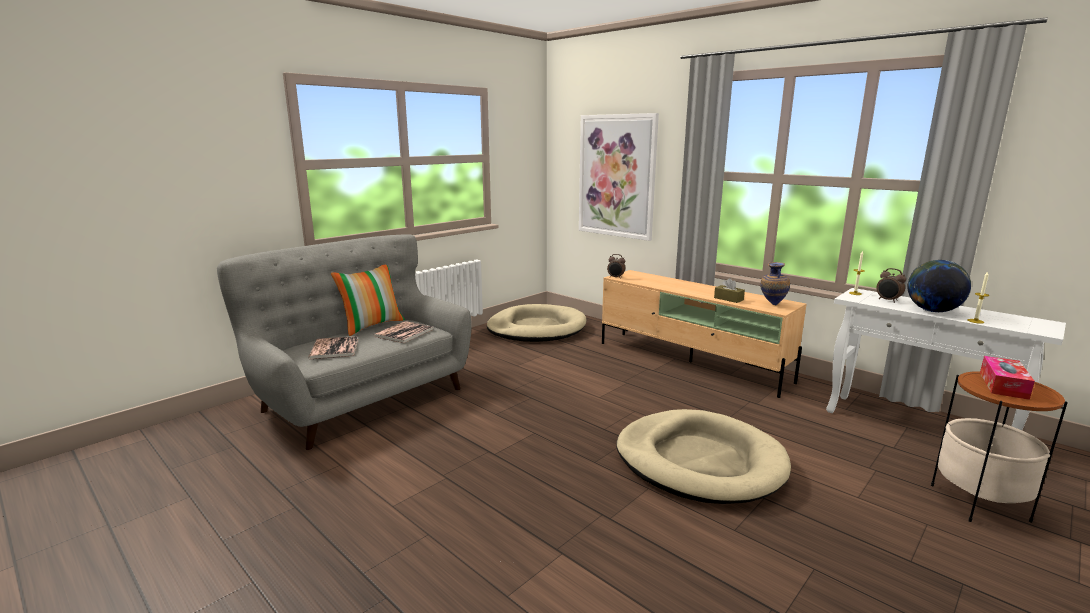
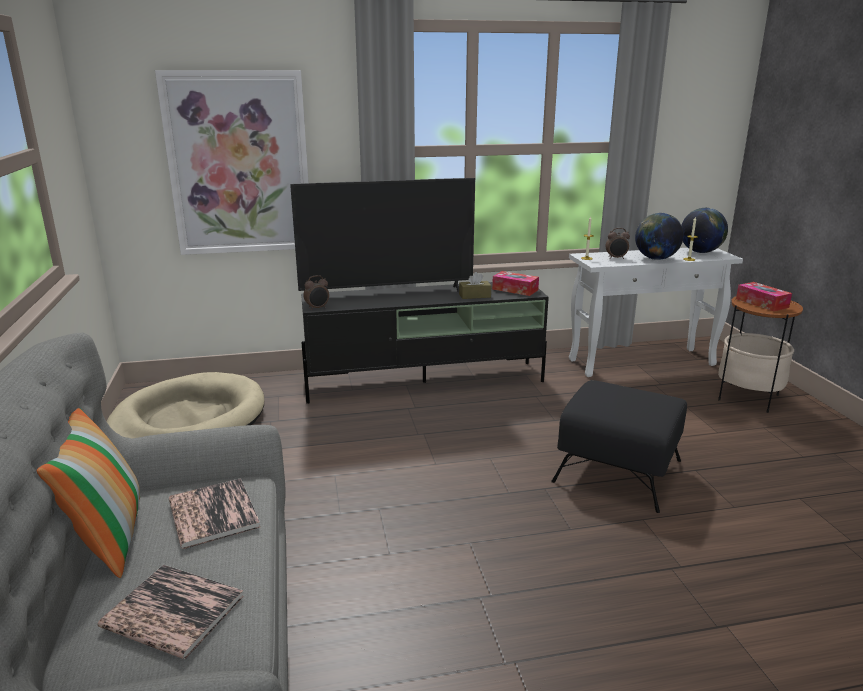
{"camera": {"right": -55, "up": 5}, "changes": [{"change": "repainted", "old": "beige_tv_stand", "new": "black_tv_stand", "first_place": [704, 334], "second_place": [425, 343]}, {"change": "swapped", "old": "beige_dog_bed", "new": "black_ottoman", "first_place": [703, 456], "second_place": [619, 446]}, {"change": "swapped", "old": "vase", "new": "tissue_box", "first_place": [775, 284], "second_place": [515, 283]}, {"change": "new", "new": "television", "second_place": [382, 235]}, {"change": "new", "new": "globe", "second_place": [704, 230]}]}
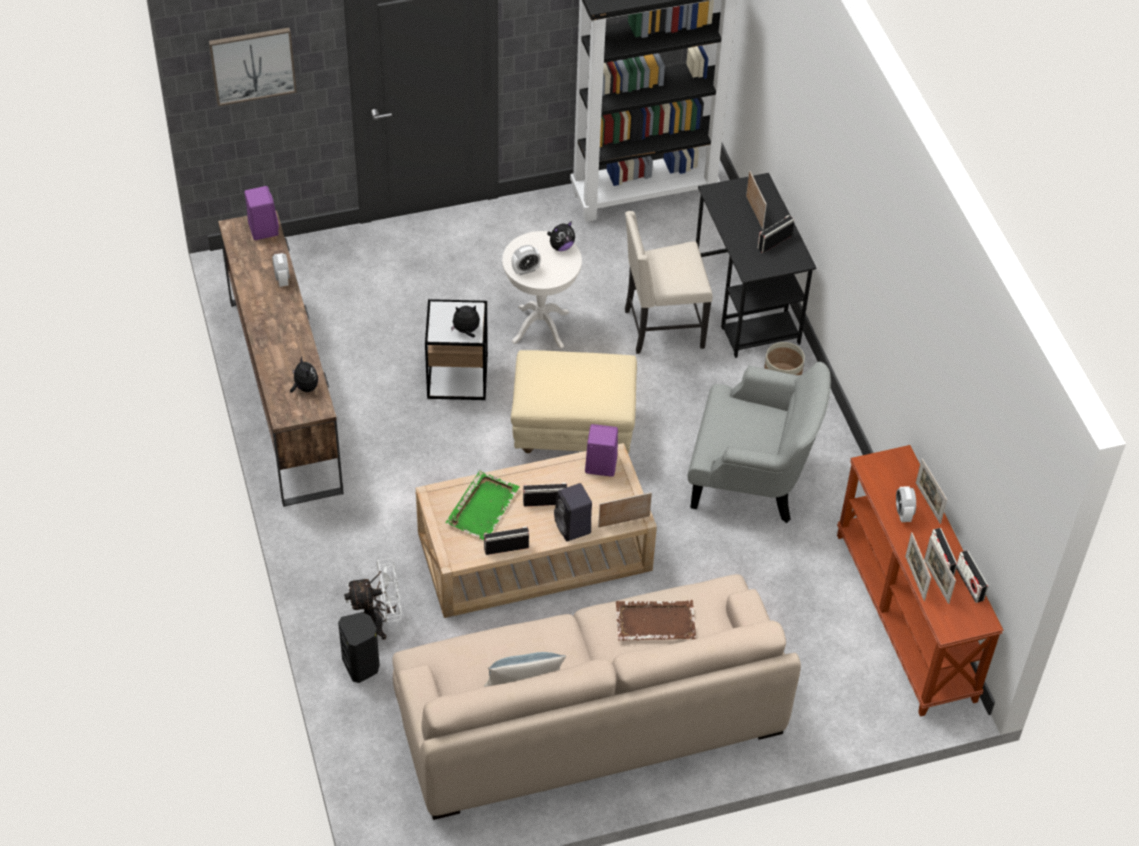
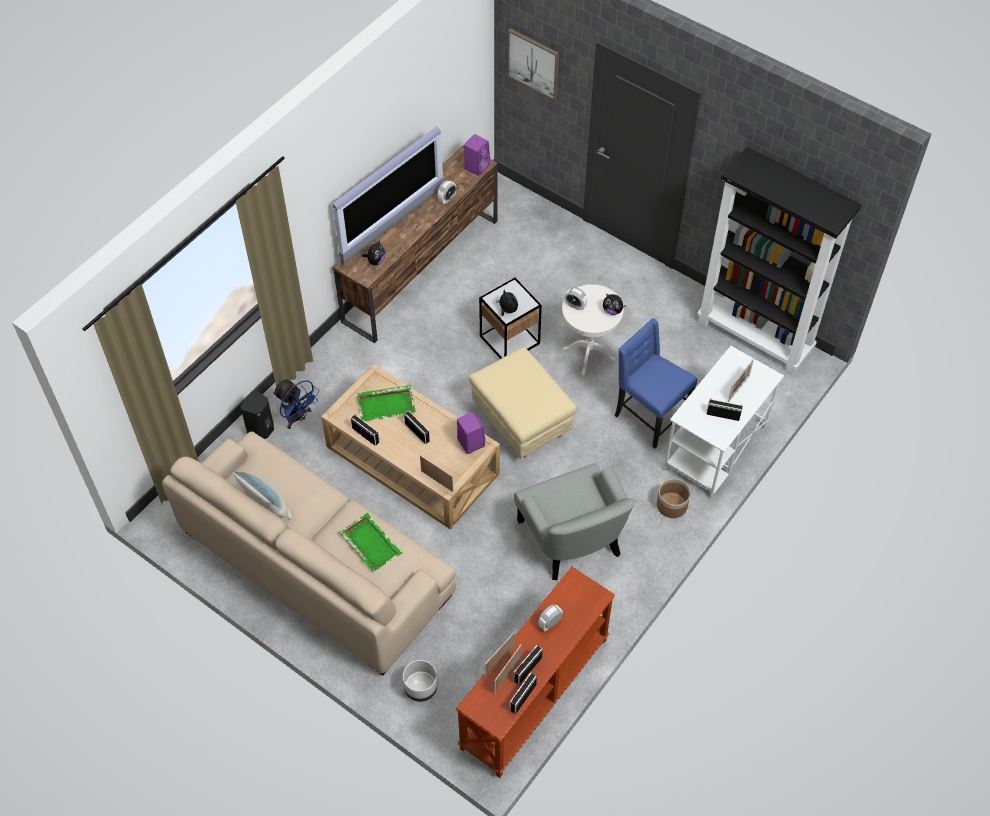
{"camera": {"right": 55, "up": 5}, "changes": [{"change": "repainted", "old": "white_fan", "new": "blue_fan", "first_place": [373, 599], "second_place": [296, 404]}, {"change": "gone", "old": "black_speaker", "first_place": [573, 512]}, {"change": "repainted", "old": "brown_tray", "new": "green_tray", "first_place": [656, 620], "second_place": [371, 542]}, {"change": "repainted", "old": "beige_chair", "new": "blue_chair", "first_place": [669, 282], "second_place": [656, 383]}, {"change": "repainted", "old": "black_desk", "new": "white_desk", "first_place": [756, 265], "second_place": [724, 422]}, {"change": "gone", "old": "picture_frame", "first_place": [931, 491]}, {"change": "new", "new": "television", "second_place": [388, 195]}, {"change": "new", "new": "grey_planter", "second_place": [420, 681]}]}
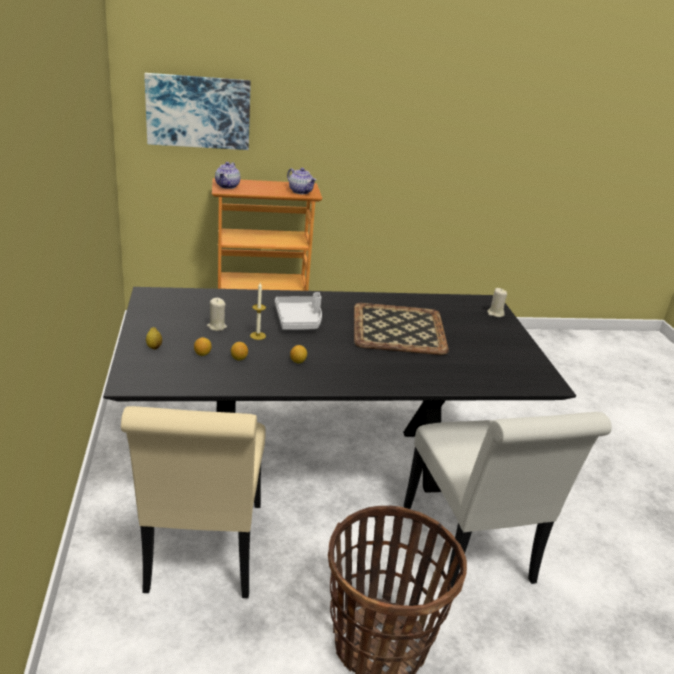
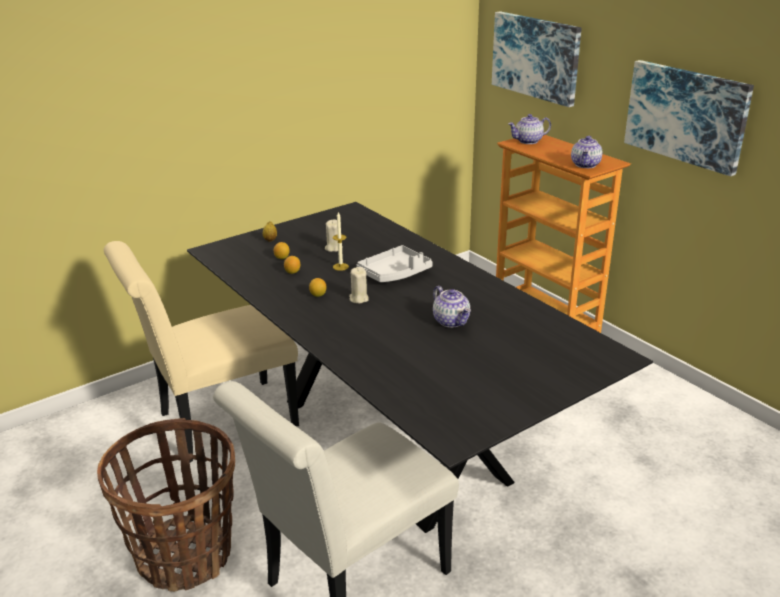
{"camera": {"right": 65, "up": 0}, "changes": [{"change": "swapped", "old": "tray", "new": "teapot", "first_place": [401, 329], "second_place": [452, 307]}, {"change": "shifted", "old": "beige_candle", "first_place": [497, 302], "second_place": [359, 285]}, {"change": "new", "new": "picture", "second_place": [689, 118]}]}
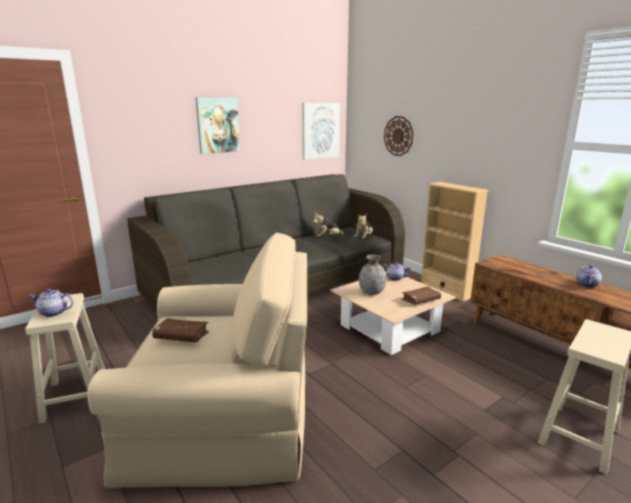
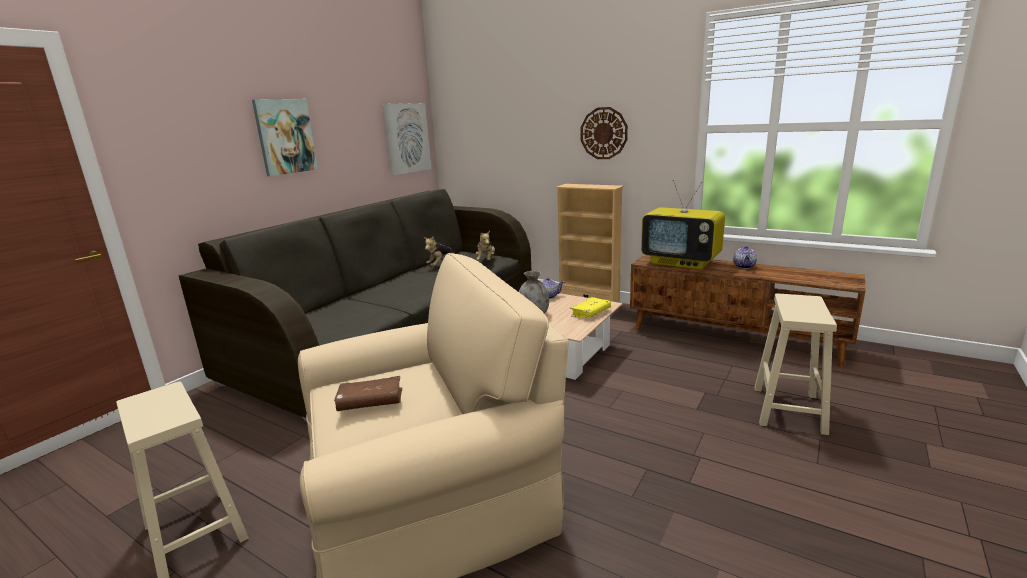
{"camera": {"right": -20, "up": 0}, "changes": [{"change": "gone", "old": "teapot", "first_place": [51, 303]}, {"change": "shifted", "old": "wall_clock", "first_place": [399, 136], "second_place": [604, 133]}, {"change": "repainted", "old": "brown_book", "new": "yellow_book", "first_place": [421, 295], "second_place": [590, 307]}, {"change": "new", "new": "television", "second_place": [683, 224]}]}
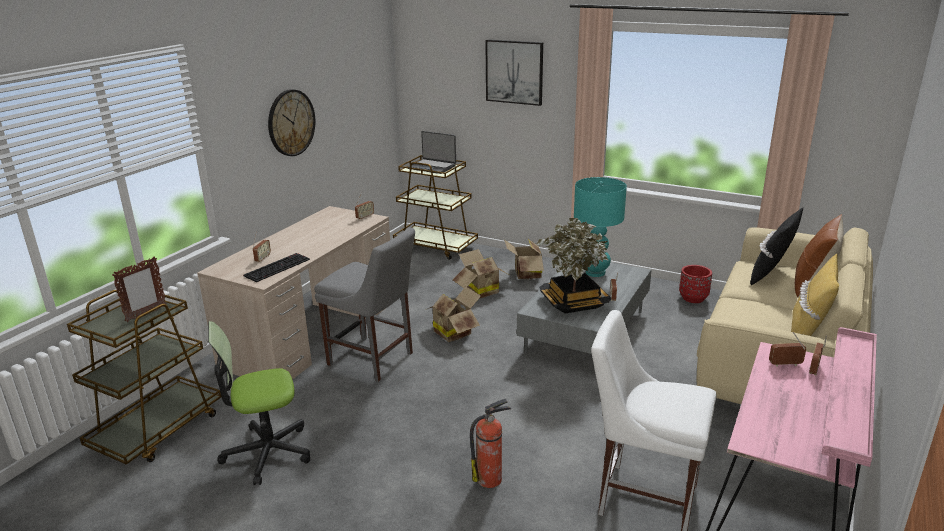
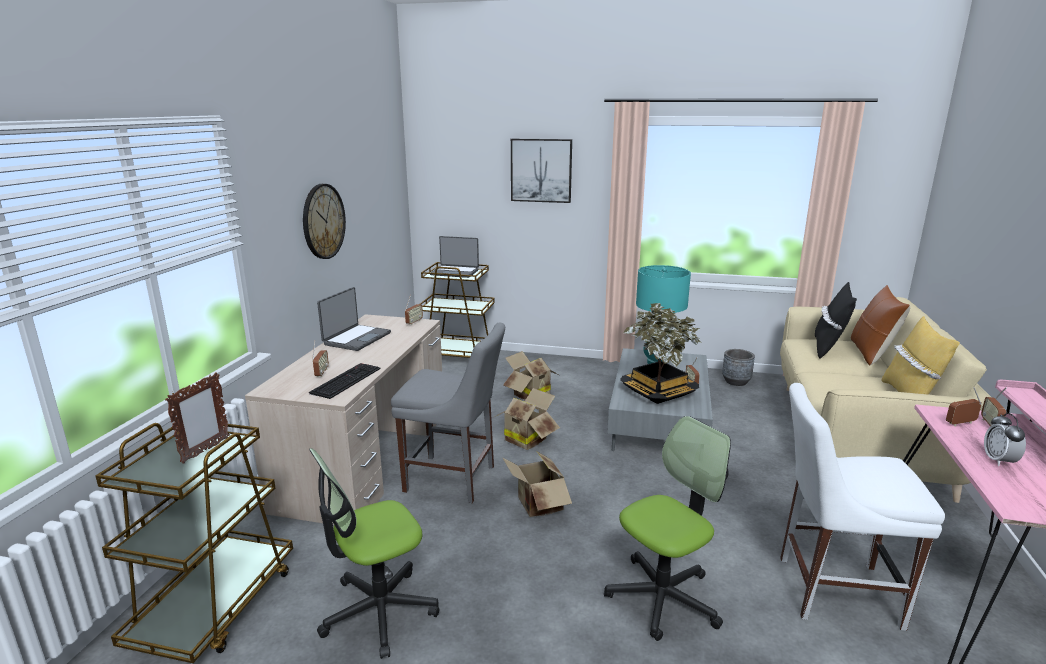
{"camera": {"right": -15, "up": -5}, "changes": [{"change": "swapped", "old": "fire_extinguisher", "new": "office_chair", "first_place": [490, 443], "second_place": [667, 528]}, {"change": "shifted", "old": "cardboard_box", "first_place": [524, 259], "second_place": [537, 484]}, {"change": "repainted", "old": "red_planter", "new": "grey_planter", "first_place": [695, 284], "second_place": [738, 367]}, {"change": "new", "new": "laptop", "second_place": [354, 319]}, {"change": "new", "new": "alarm_clock", "second_place": [1005, 439]}]}
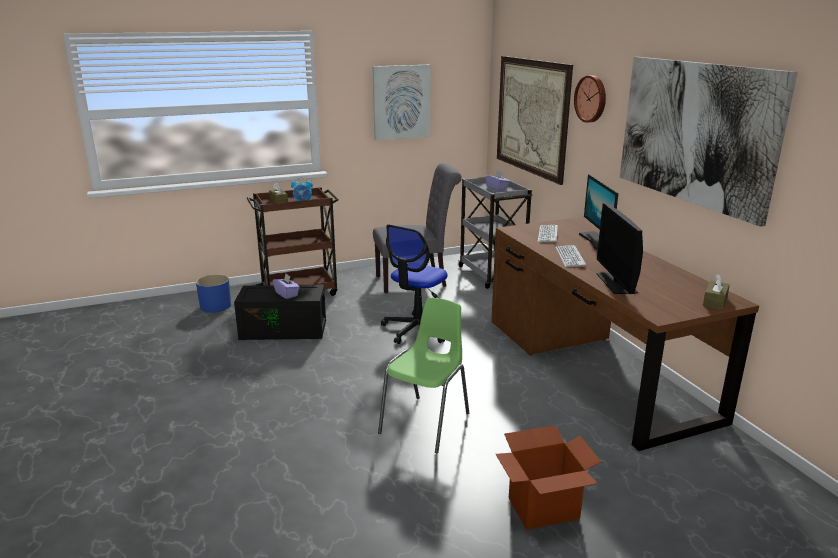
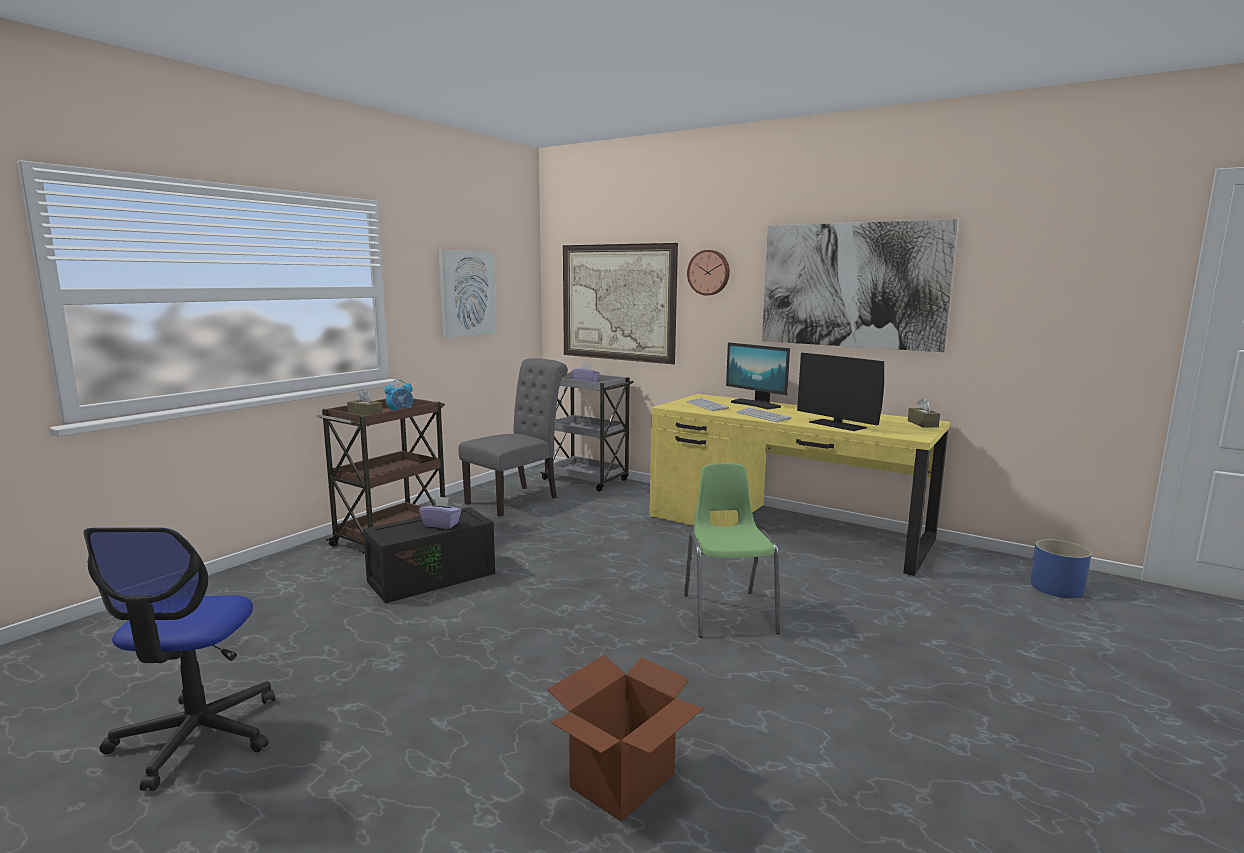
{"camera": {"right": -35, "up": -10}, "changes": [{"change": "shifted", "old": "blue_planter", "first_place": [213, 293], "second_place": [1061, 568]}, {"change": "shifted", "old": "office_chair", "first_place": [414, 284], "second_place": [179, 659]}, {"change": "repainted", "old": "brown_desk", "new": "yellow_desk", "first_place": [625, 334], "second_place": [799, 485]}, {"change": "shifted", "old": "cardboard_box", "first_place": [548, 477], "second_place": [625, 738]}]}
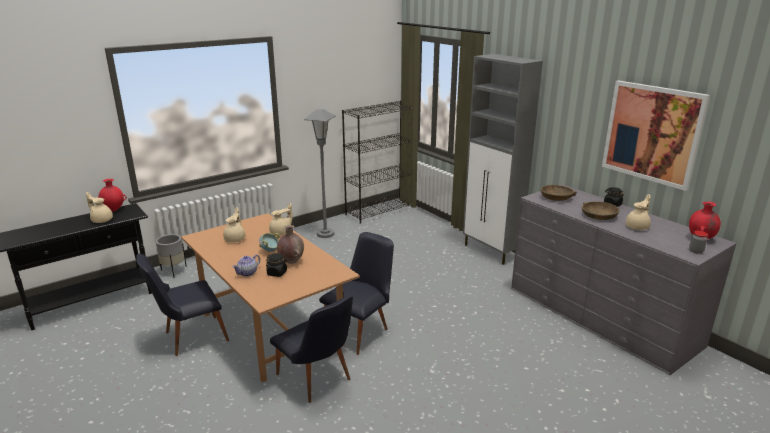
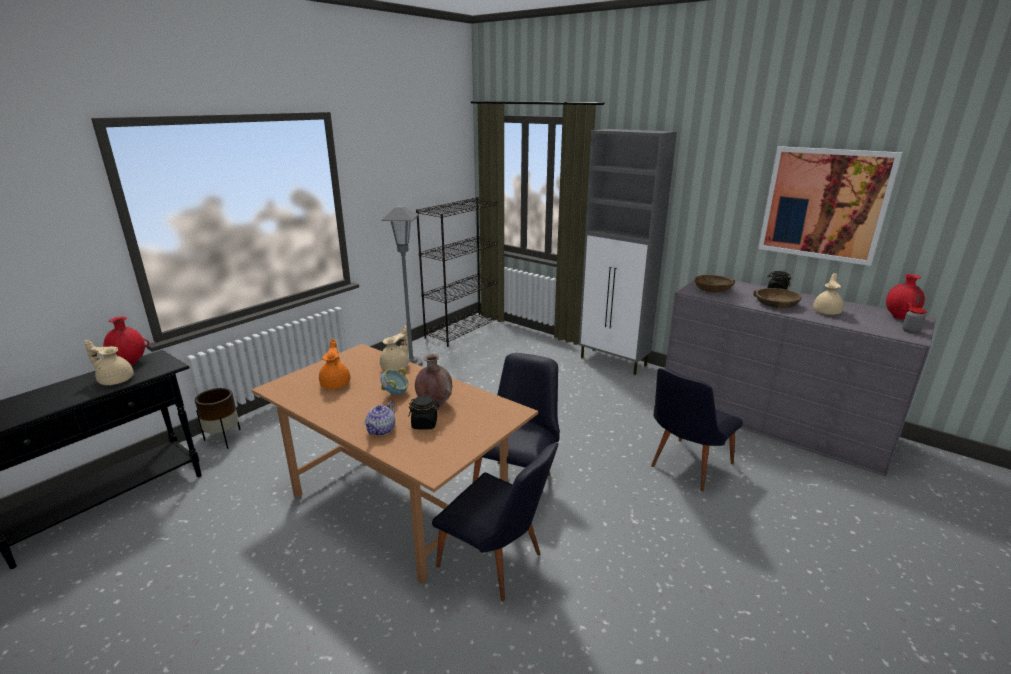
{"camera": {"right": -15, "up": 0}, "changes": [{"change": "shifted", "old": "black_chair", "first_place": [182, 304], "second_place": [697, 429]}, {"change": "repainted", "old": "grey_planter", "new": "brown_planter", "first_place": [171, 256], "second_place": [218, 418]}, {"change": "repainted", "old": "beige_teapot", "new": "orange_teapot", "first_place": [234, 225], "second_place": [334, 364]}]}
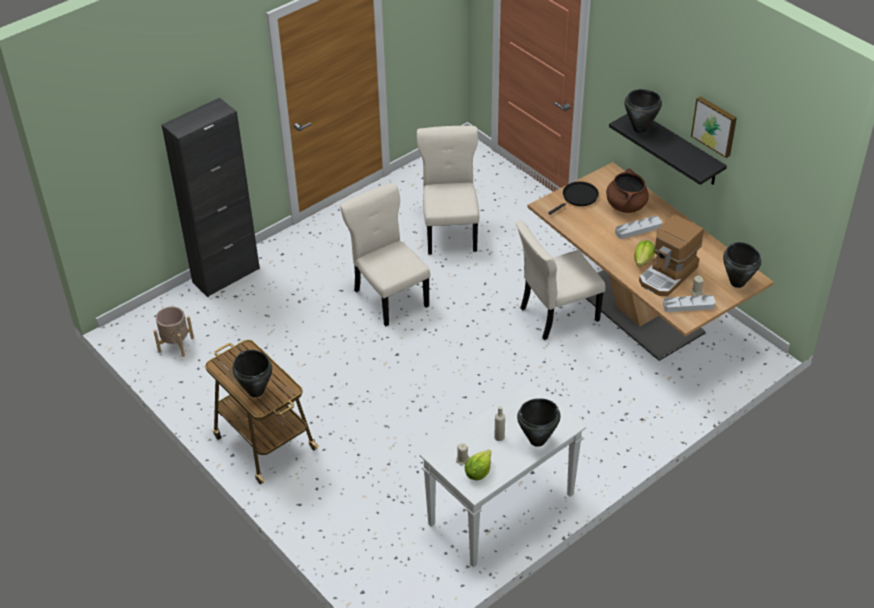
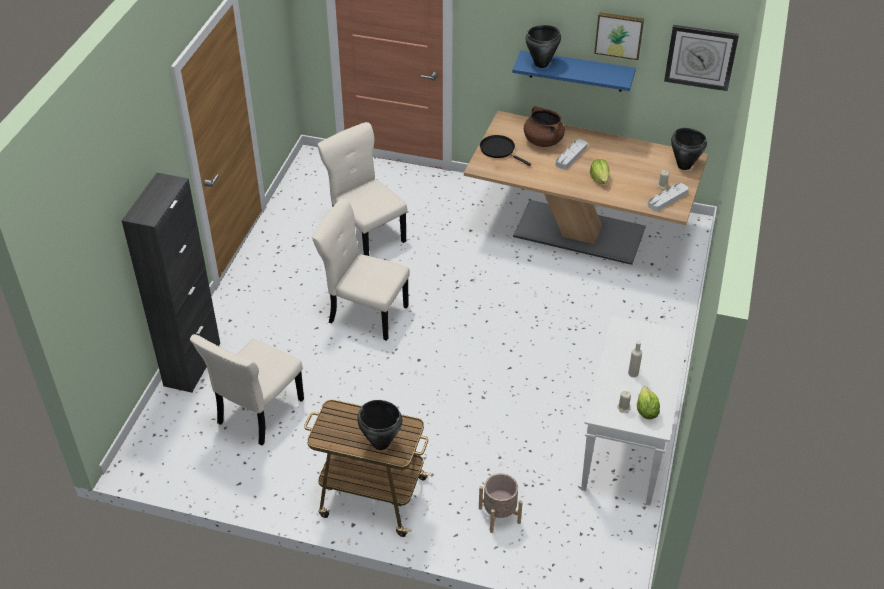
{"camera": {"right": -35, "up": 0}, "changes": [{"change": "shifted", "old": "beige_planter", "first_place": [174, 331], "second_place": [501, 503]}, {"change": "shifted", "old": "beige_chair", "first_place": [560, 280], "second_place": [247, 389]}, {"change": "gone", "old": "black_cooking_pot", "first_place": [539, 422]}, {"change": "rotated", "old": "black_frying_pan", "first_place": [573, 198], "second_place": [505, 150], "degrees": -60}, {"change": "repainted", "old": "black_shelf", "new": "blue_shelf", "first_place": [668, 149], "second_place": [574, 71]}, {"change": "gone", "old": "coffee_machine", "first_place": [671, 255]}, {"change": "new", "new": "wall_clock", "second_place": [701, 58]}]}
